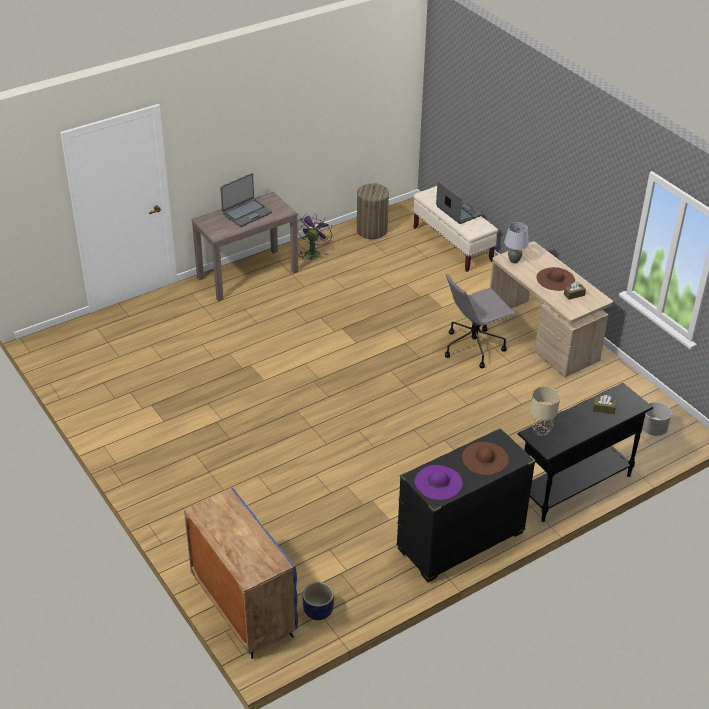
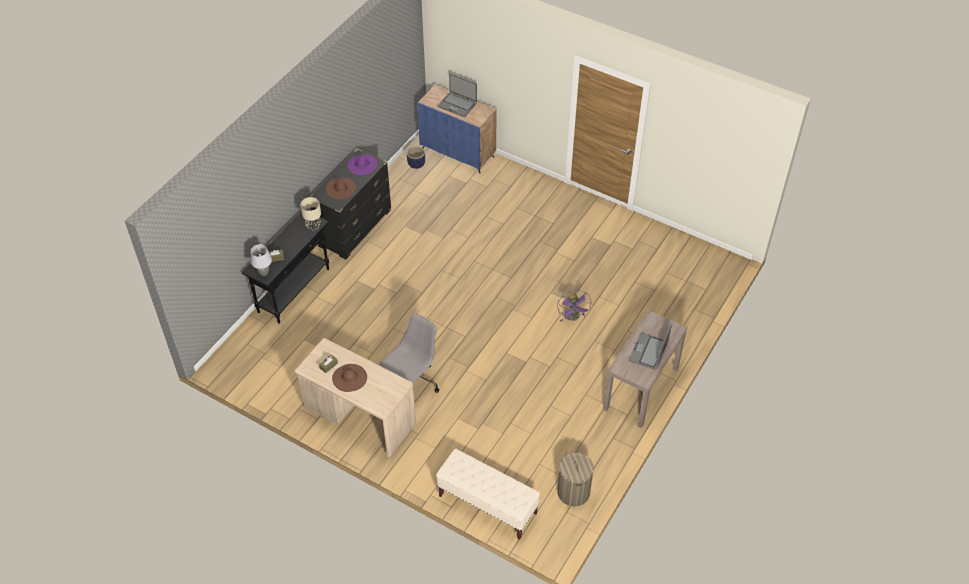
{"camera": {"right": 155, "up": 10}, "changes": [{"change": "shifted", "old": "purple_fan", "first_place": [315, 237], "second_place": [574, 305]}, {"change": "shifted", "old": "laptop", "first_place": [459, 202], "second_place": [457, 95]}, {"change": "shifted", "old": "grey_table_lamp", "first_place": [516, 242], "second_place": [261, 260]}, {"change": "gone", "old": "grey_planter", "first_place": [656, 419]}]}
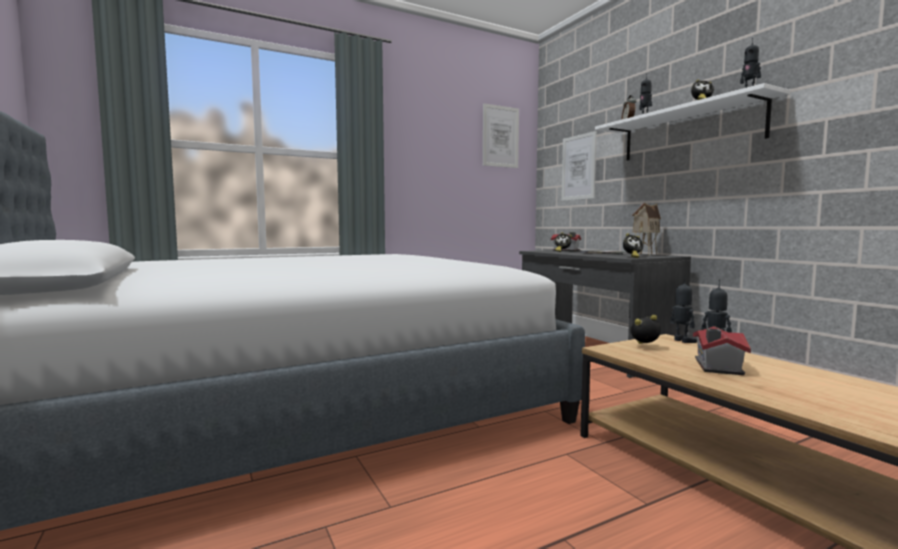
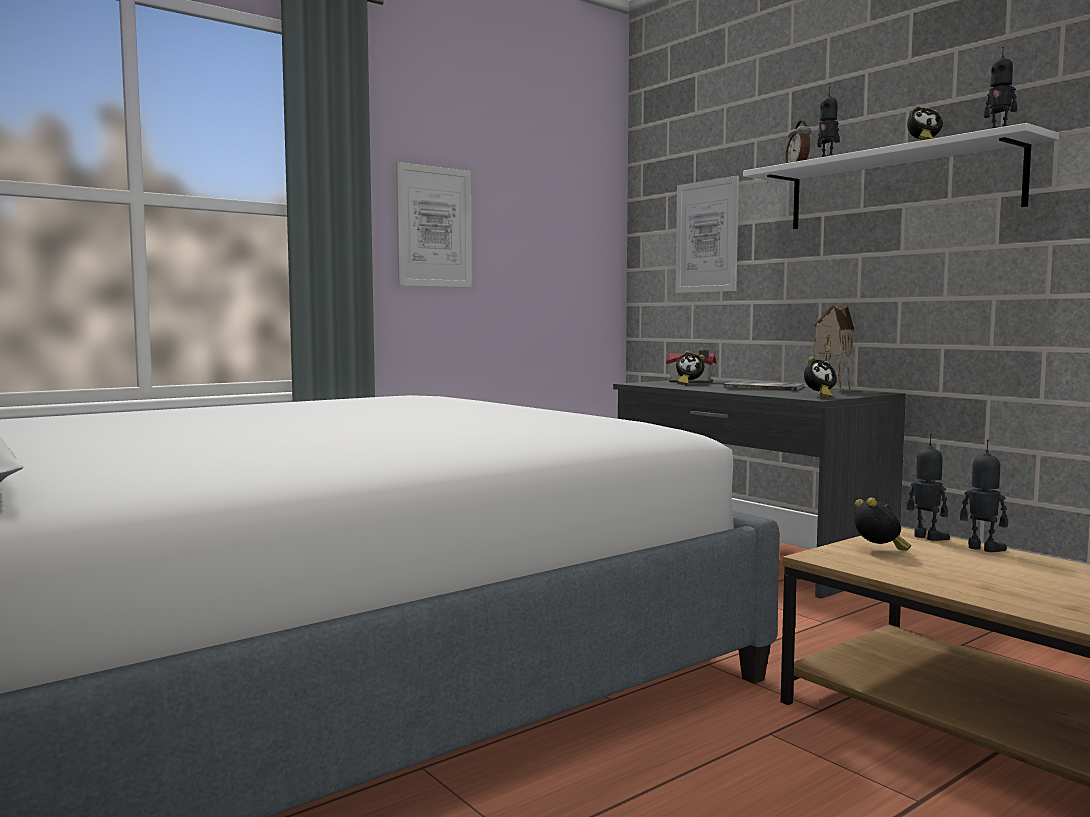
{"camera": {"right": -10, "up": 0}, "changes": [{"change": "shifted", "old": "picture", "first_place": [501, 135], "second_place": [434, 224]}, {"change": "rotated", "old": "alarm_clock", "first_place": [645, 329], "second_place": [882, 524], "degrees": 90}, {"change": "gone", "old": "toy_house", "first_place": [722, 350]}]}
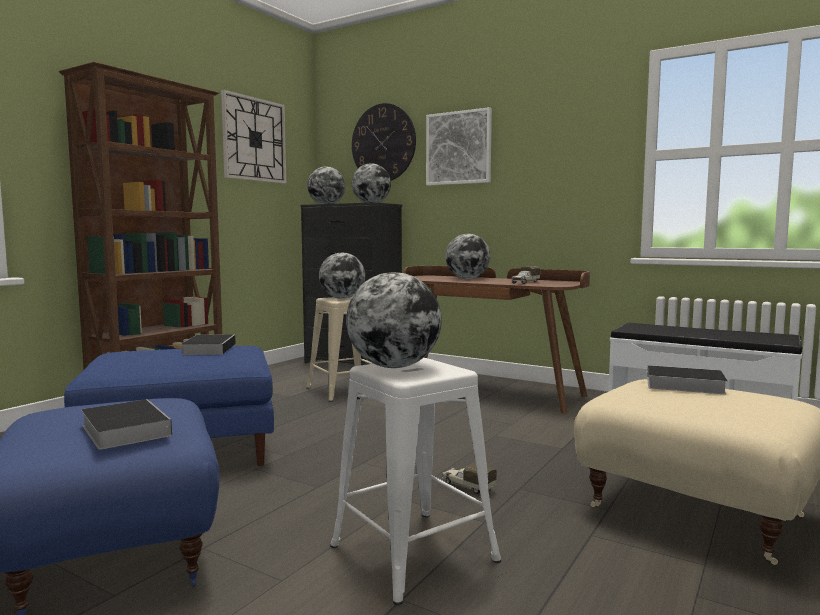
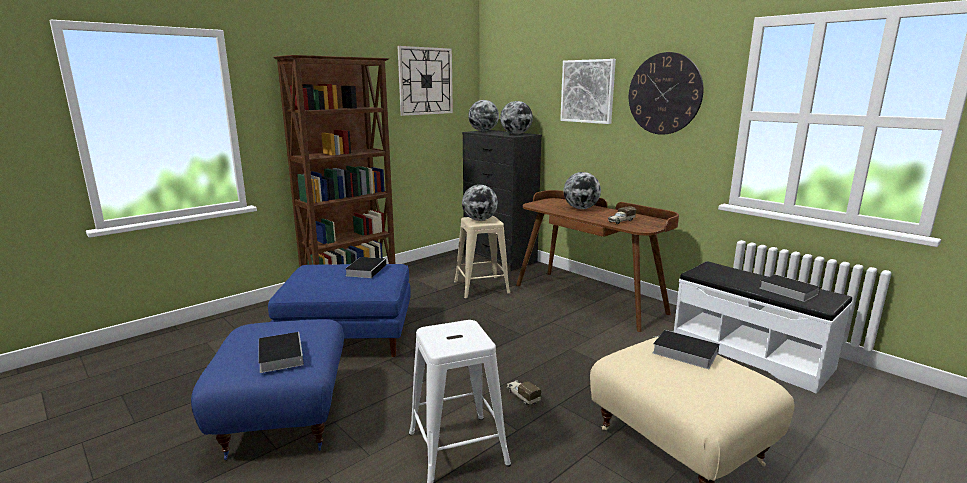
{"camera": {"right": 15, "up": 10}, "changes": [{"change": "gone", "old": "globe", "first_place": [394, 320]}, {"change": "shifted", "old": "wall_clock", "first_place": [384, 142], "second_place": [666, 93]}, {"change": "new", "new": "book", "second_place": [790, 288]}]}
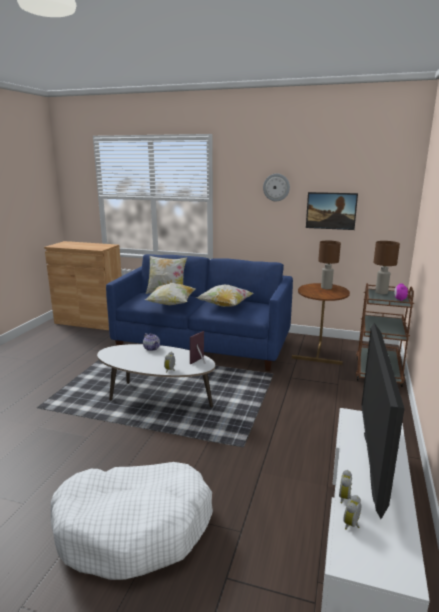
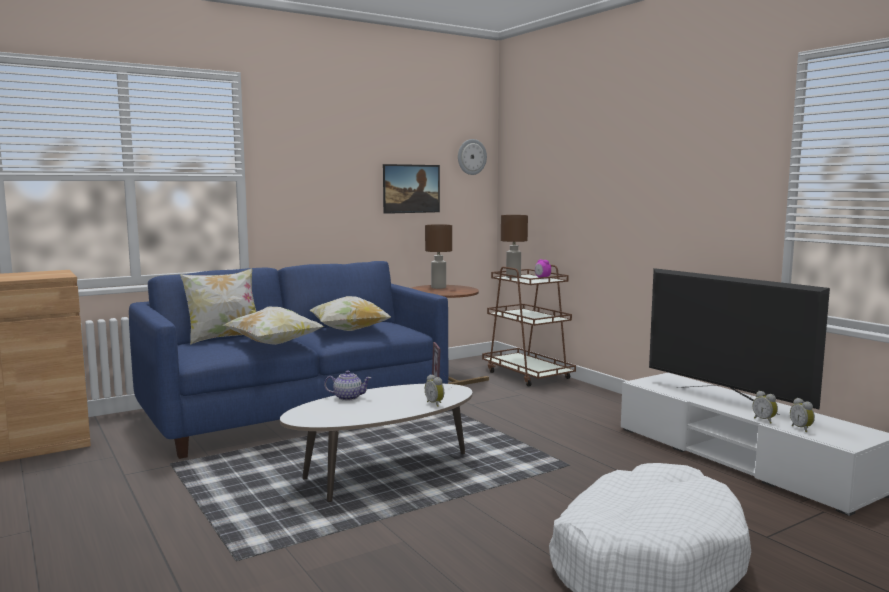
{"camera": {"right": -50, "up": -10}, "changes": [{"change": "shifted", "old": "wall_clock", "first_place": [276, 187], "second_place": [472, 157]}]}
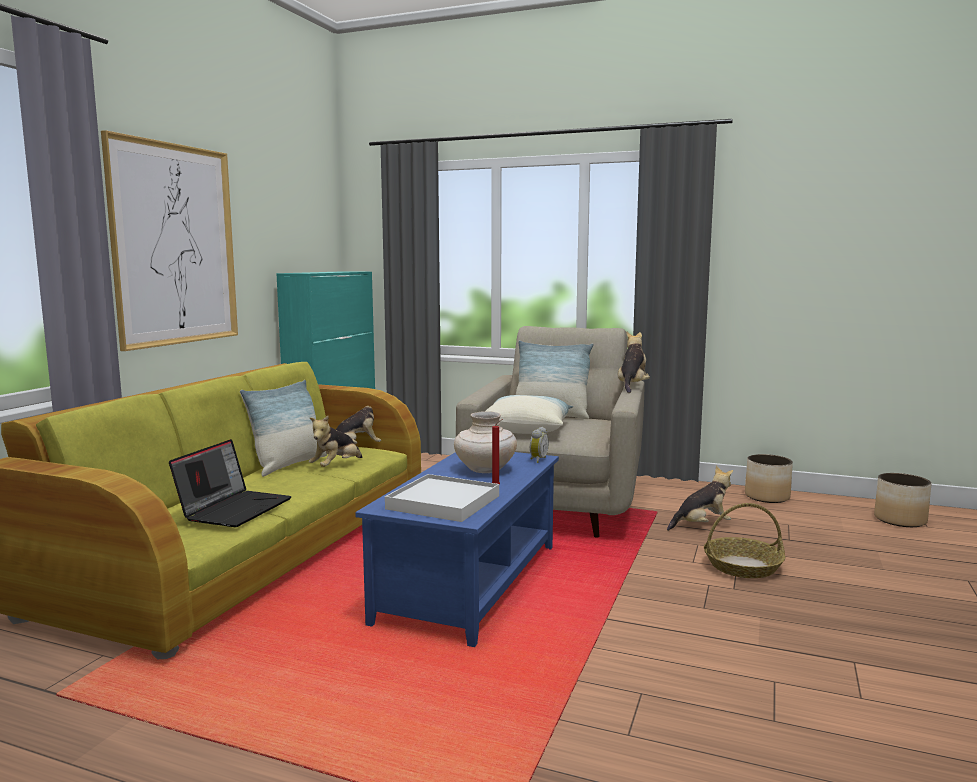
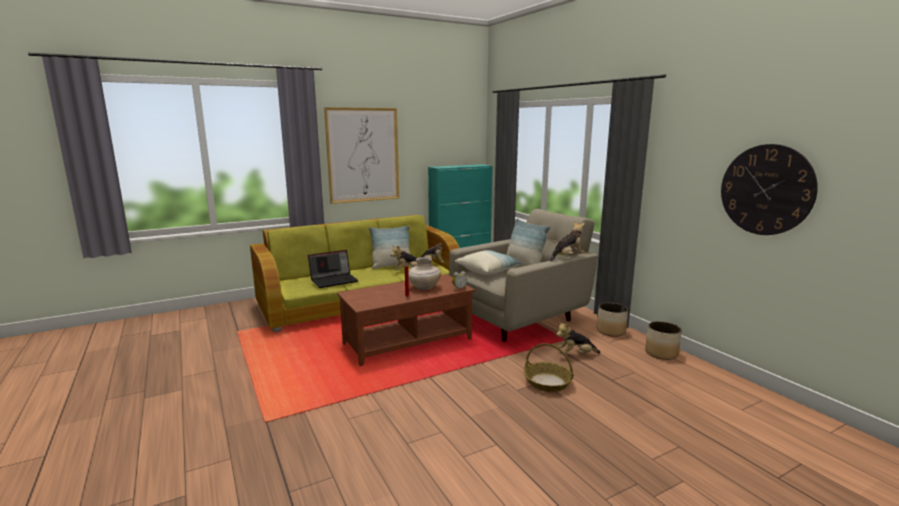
{"camera": {"right": 40, "up": 5}, "changes": [{"change": "repainted", "old": "blue_coffee_table", "new": "brown_coffee_table", "first_place": [457, 549], "second_place": [406, 320]}, {"change": "gone", "old": "white_tray", "first_place": [442, 498]}, {"change": "rotated", "old": "plush_toy", "first_place": [700, 498], "second_place": [578, 338], "degrees": 150}, {"change": "shifted", "old": "planter", "first_place": [903, 500], "second_place": [612, 320]}, {"change": "new", "new": "wall_clock", "second_place": [769, 189]}]}
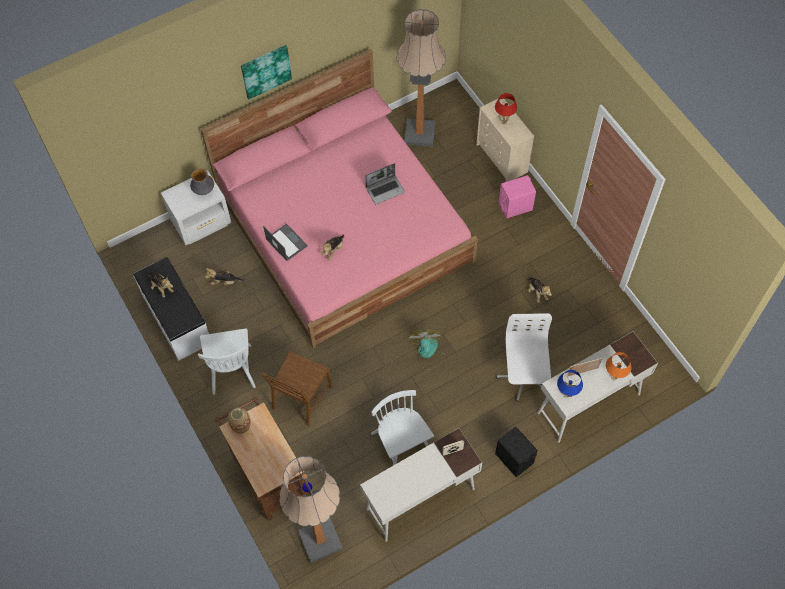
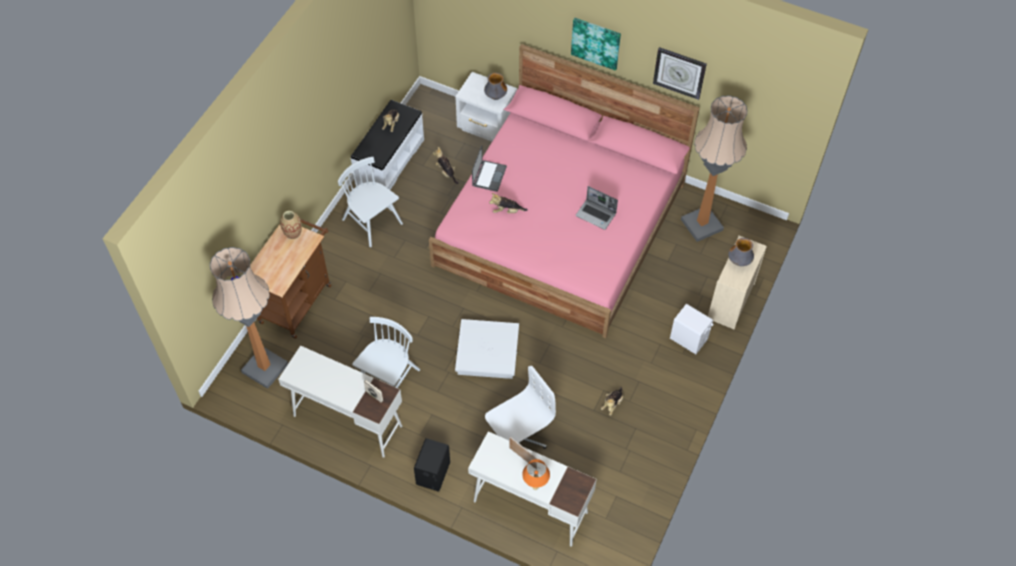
{"camera": {"right": 55, "up": -5}, "changes": [{"change": "rotated", "old": "white_chair", "first_place": [227, 361], "second_place": [370, 202], "degrees": 90}, {"change": "gone", "old": "brown_chair", "first_place": [297, 388]}, {"change": "swapped", "old": "fan", "new": "white_storage_box", "first_place": [428, 349], "second_place": [487, 349]}, {"change": "swapped", "old": "red_table_lamp", "new": "vase", "first_place": [506, 108], "second_place": [741, 252]}, {"change": "repainted", "old": "pink_speaker", "new": "white_speaker", "first_place": [517, 197], "second_place": [692, 329]}, {"change": "gone", "old": "blue_table_lamp", "first_place": [570, 384]}, {"change": "new", "new": "wall_clock", "second_place": [680, 73]}]}
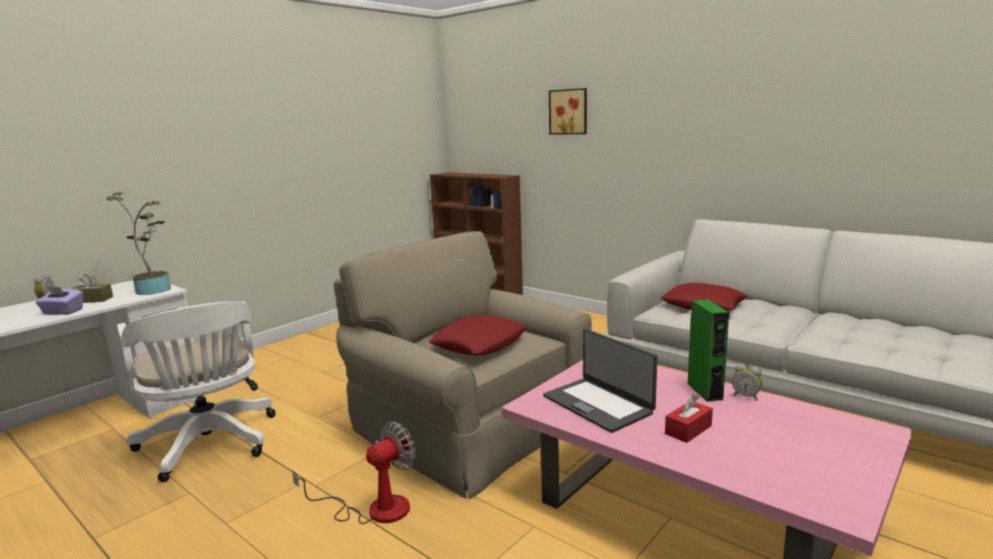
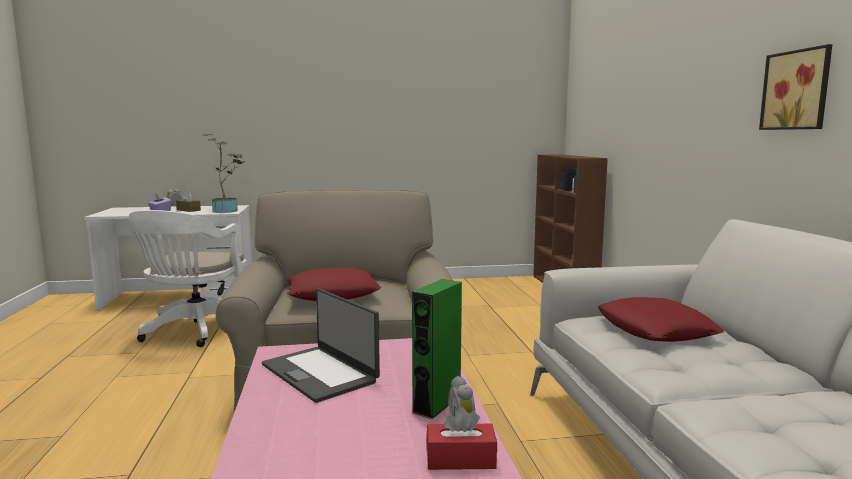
{"camera": {"right": 40, "up": -5}, "changes": [{"change": "gone", "old": "fan", "first_place": [354, 472]}, {"change": "rotated", "old": "laptop", "first_place": [600, 381], "second_place": [321, 345], "degrees": -45}, {"change": "shifted", "old": "picture", "first_place": [568, 111], "second_place": [795, 87]}, {"change": "shifted", "old": "red_tissue_box", "first_place": [689, 418], "second_place": [461, 438]}]}
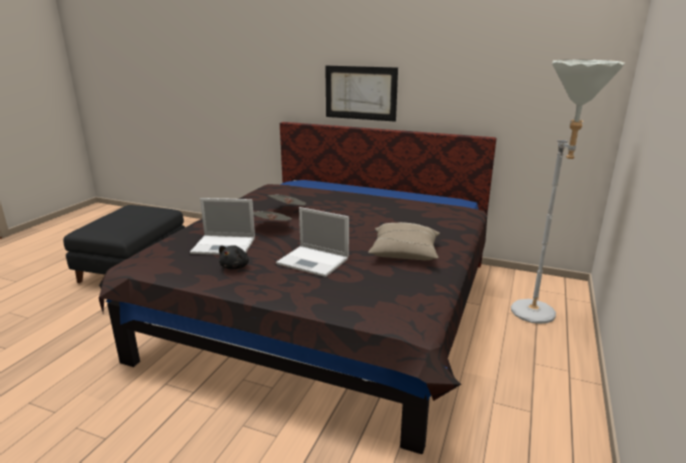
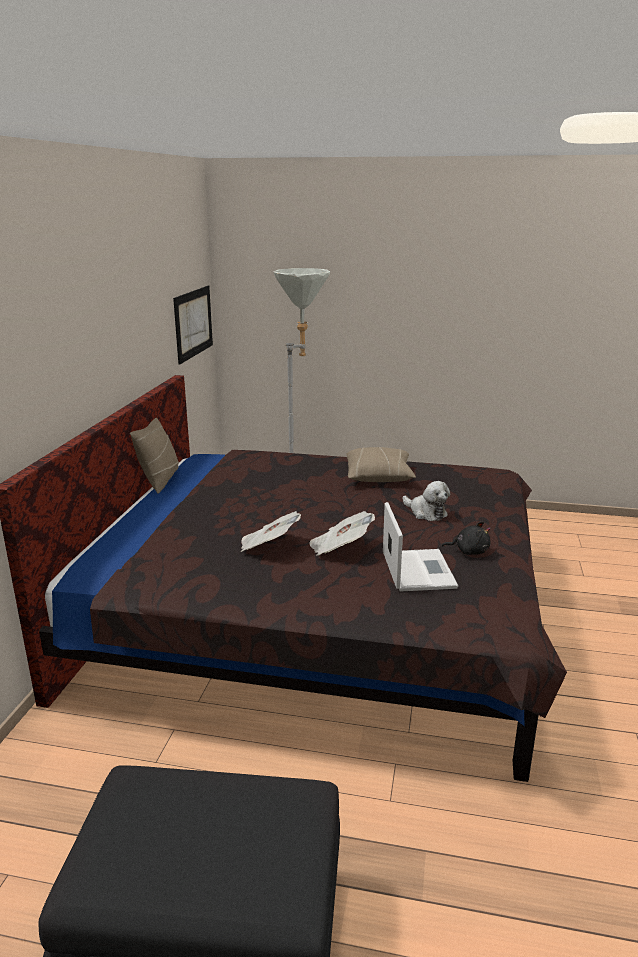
{"camera": {"right": -100, "up": 0}, "changes": [{"change": "swapped", "old": "laptop", "new": "plush_toy", "first_place": [312, 242], "second_place": [426, 501]}, {"change": "shifted", "old": "picture", "first_place": [361, 94], "second_place": [193, 325]}, {"change": "new", "new": "beige_pillow", "second_place": [154, 456]}]}
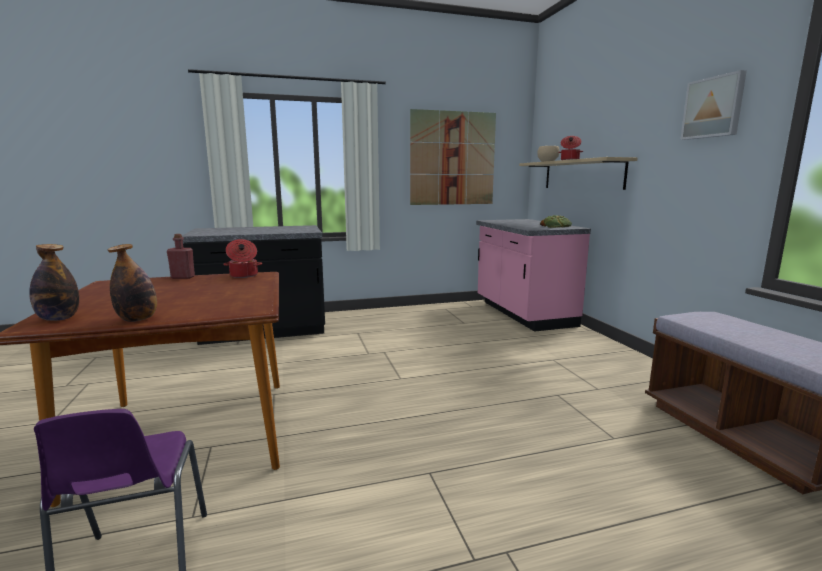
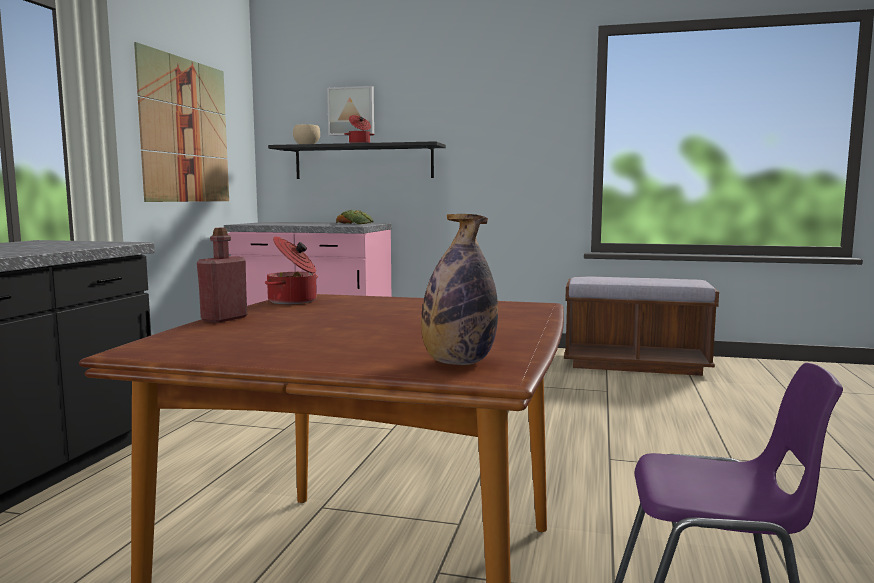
{"camera": {"right": -60, "up": -5}, "changes": [{"change": "gone", "old": "bottle", "first_place": [132, 283]}, {"change": "repainted", "old": "beige_shelf", "new": "black_shelf", "first_place": [578, 173], "second_place": [357, 160]}, {"change": "shifted", "old": "picture", "first_place": [713, 105], "second_place": [350, 111]}]}
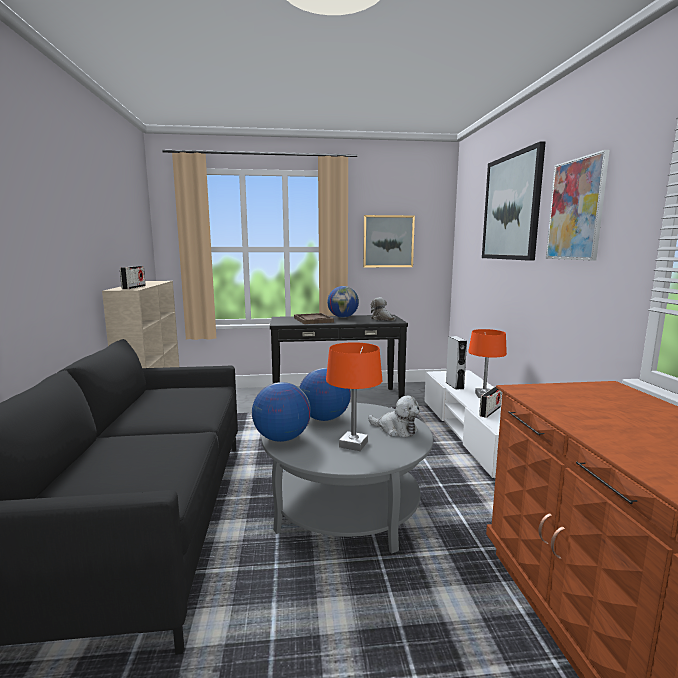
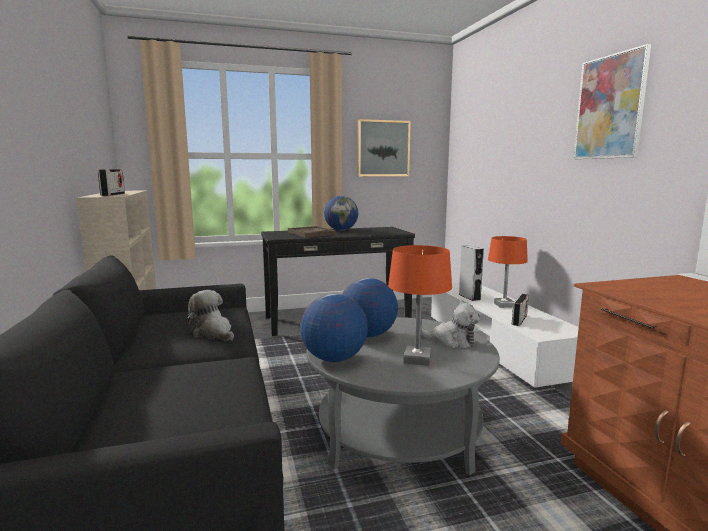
{"camera": {"right": -10, "up": 0}, "changes": [{"change": "shifted", "old": "plush_toy", "first_place": [383, 309], "second_place": [210, 315]}, {"change": "gone", "old": "picture", "first_place": [514, 201]}]}
